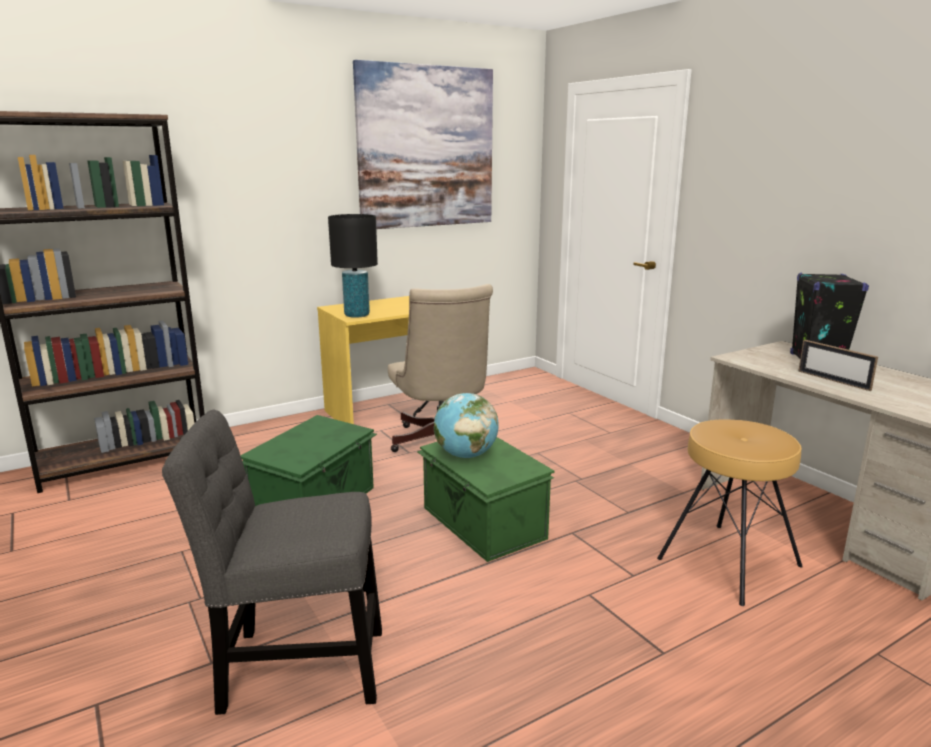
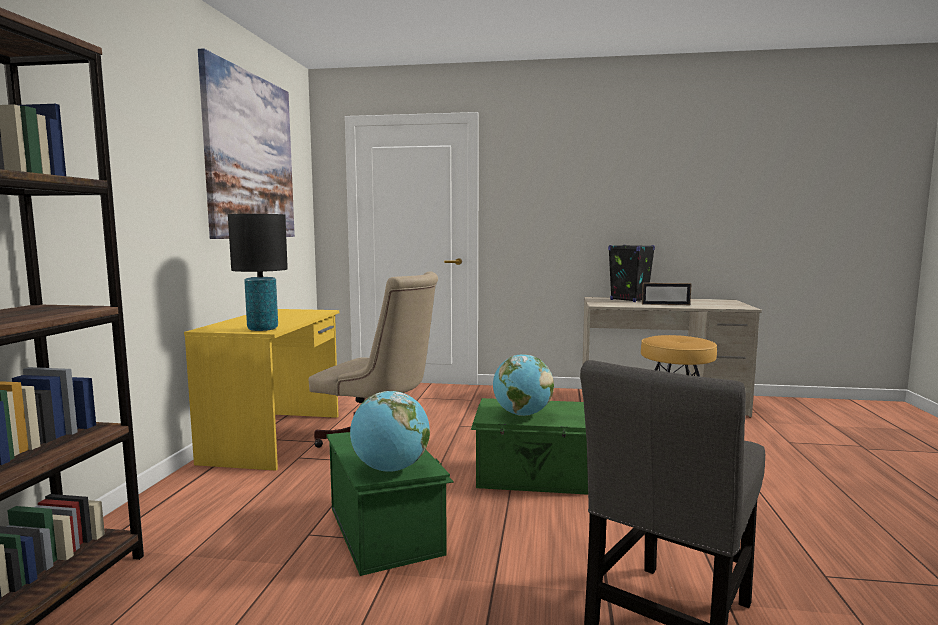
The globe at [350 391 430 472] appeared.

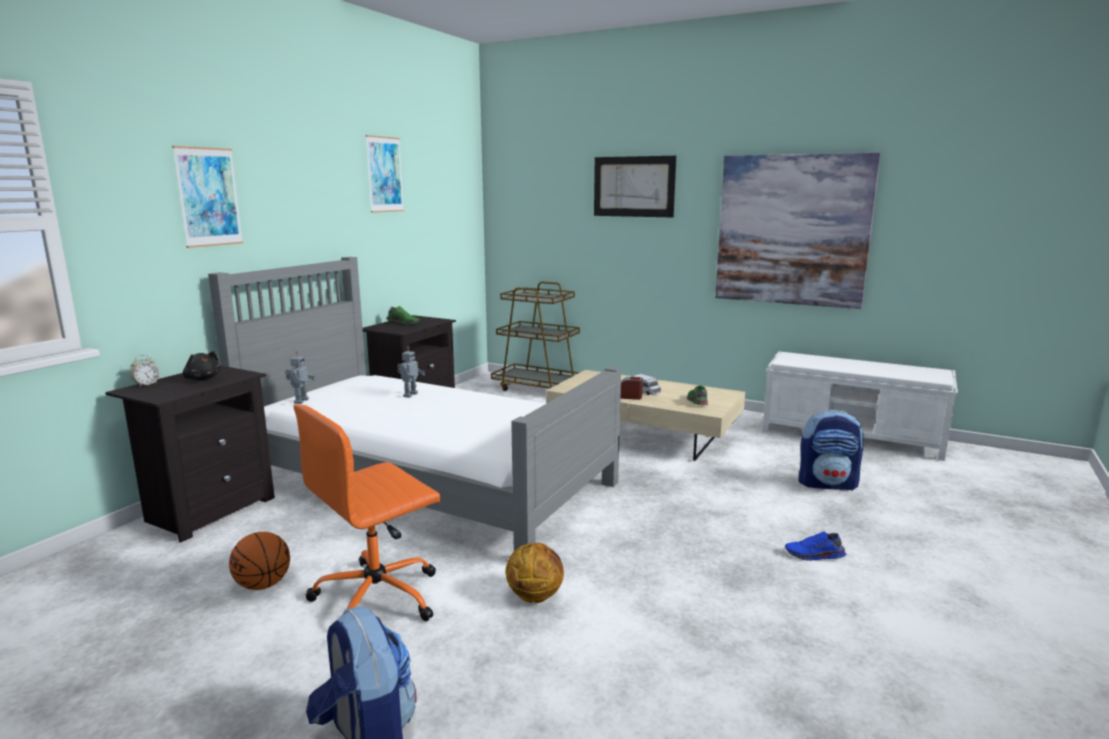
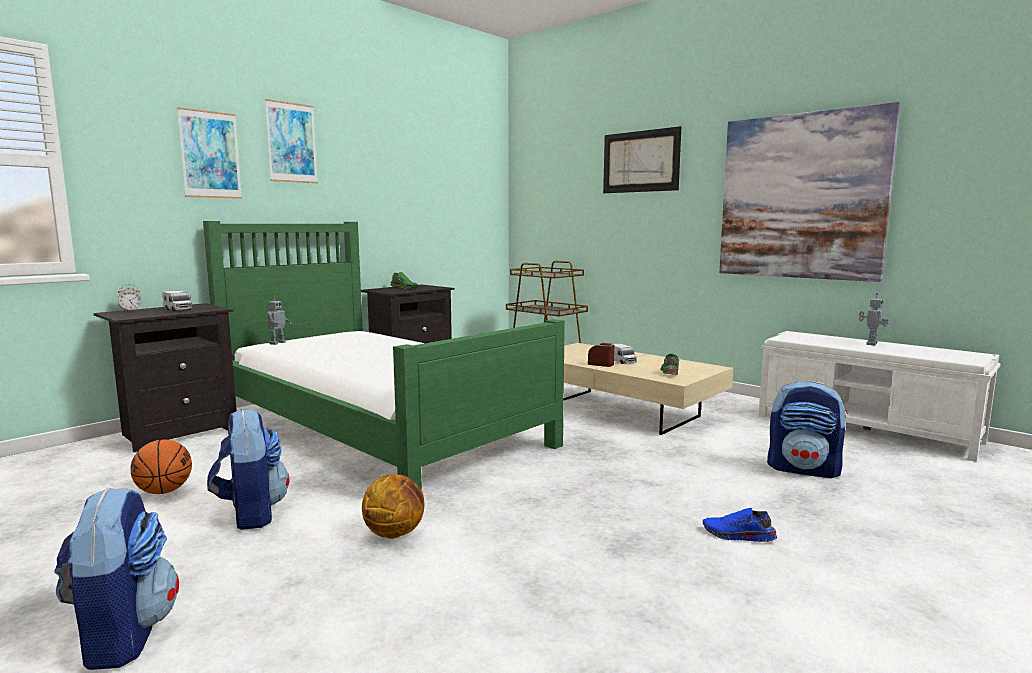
The picture moved from [366 135 404 213] to [265 99 318 183].
The toy robot moved from [397 346 425 398] to [859 293 889 346].
The black plush toy at [183 351 220 380] was replaced by the toy truck at [162 291 193 311].
The orange office chair at [294 404 441 621] was replaced by the backpack at [207 409 289 530].
The grey bed at [208 257 621 551] became the green bed at [203 221 565 490].

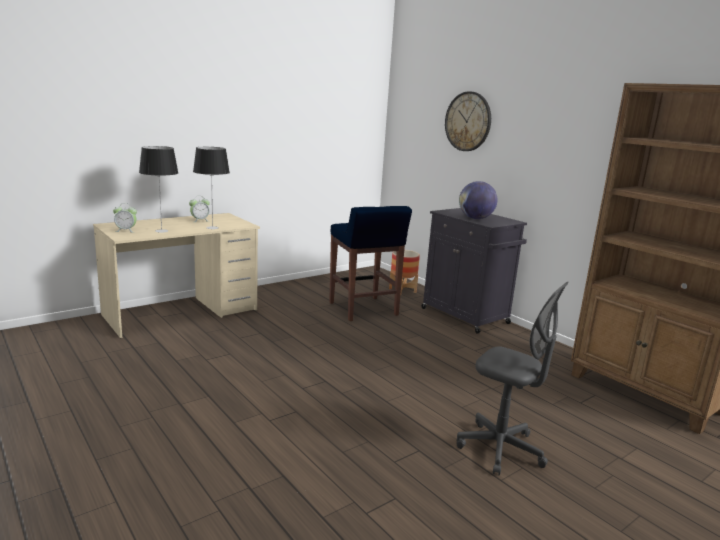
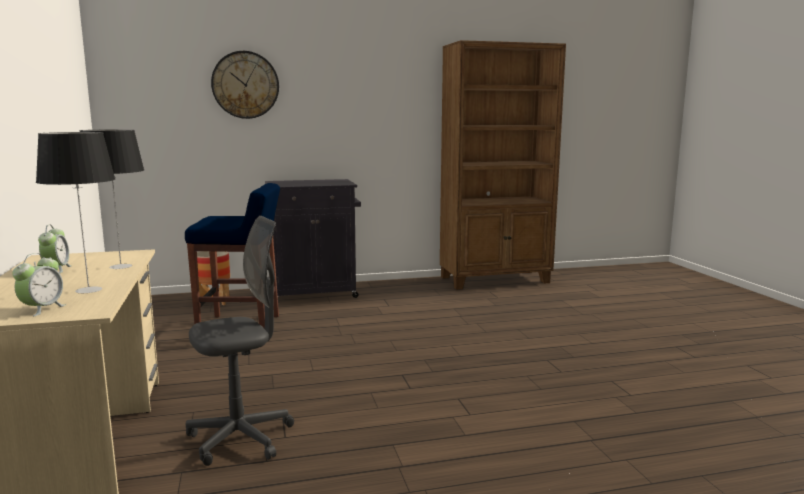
The globe at [459 181 498 219] disappeared.
The grey office chair moved from [457 282 568 476] to [186 216 294 466].

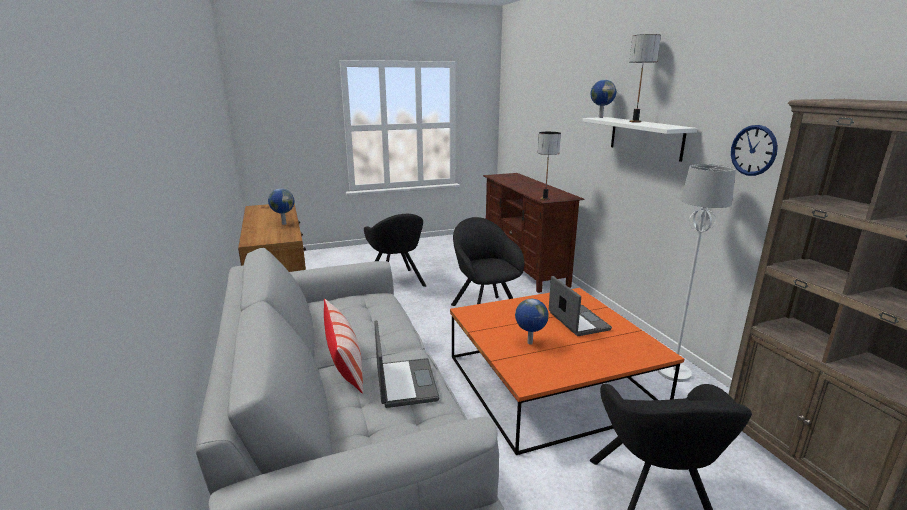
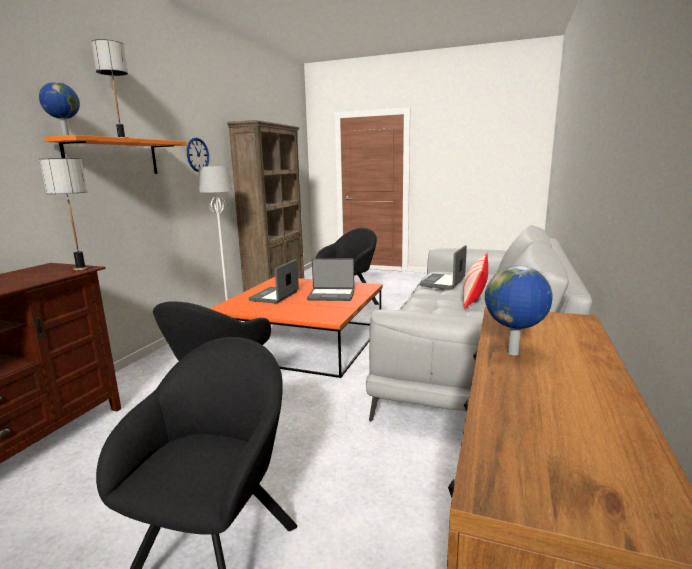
The globe at [515 299 548 345] was replaced by the laptop at [307 258 354 301].
The white shelf at [582 117 698 162] became the orange shelf at [44 135 187 174].

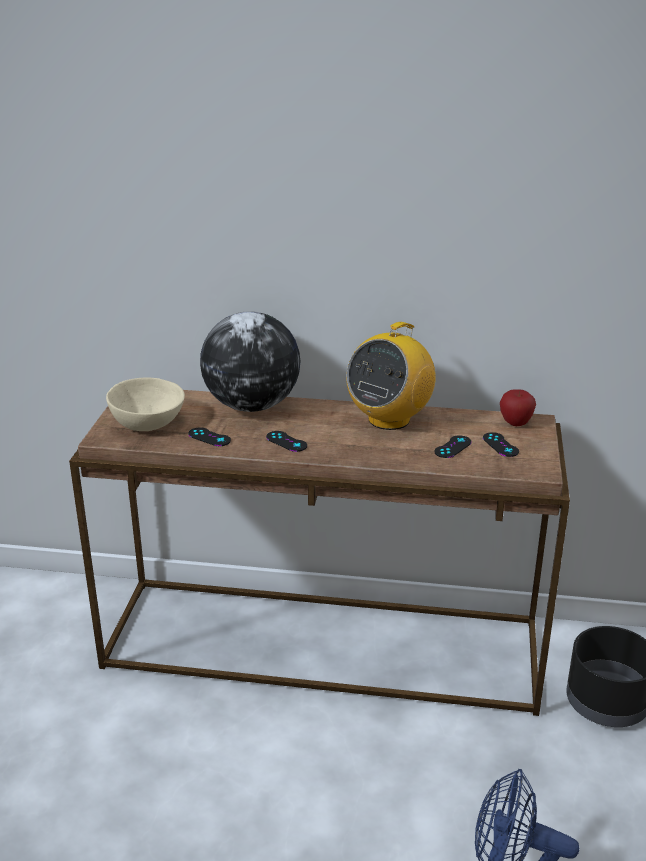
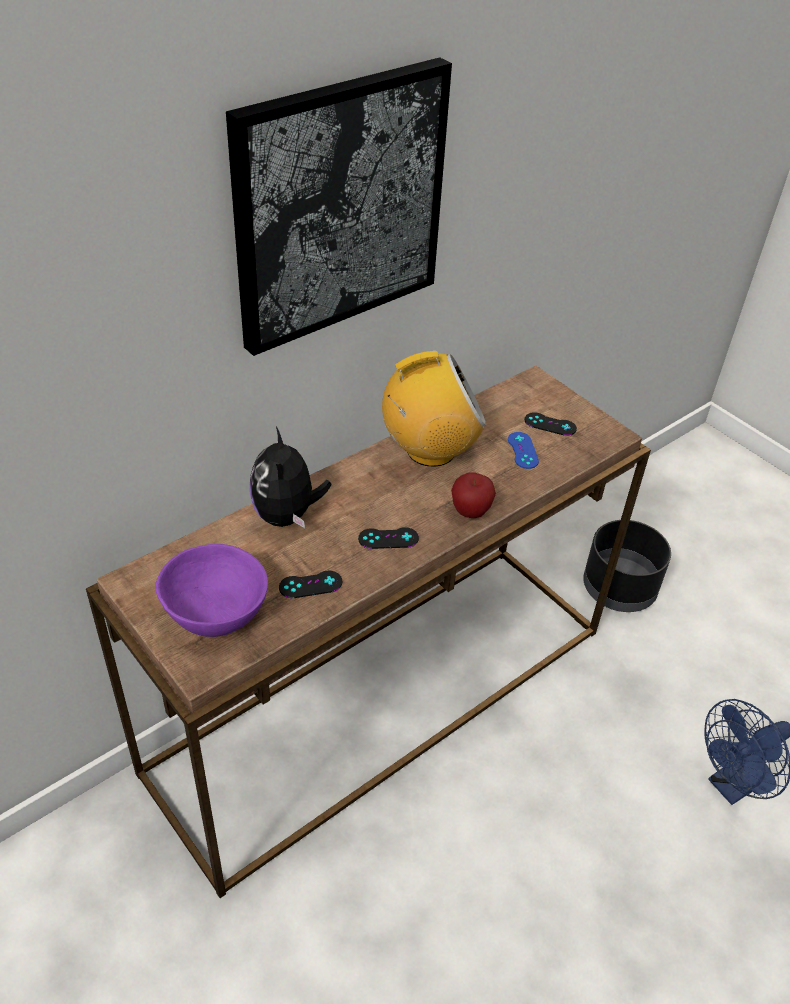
The picture at [226 57 452 356] appeared.
The apple moved from [500 389 536 426] to [451 472 496 518].
The globe at [200 311 300 412] was replaced by the plush toy at [249 427 332 528].
The beige bowl at [106 377 185 431] became the purple bowl at [156 544 268 637].
The black game controller at [434 435 472 458] became the blue game controller at [508 432 539 469].
The radio at [346 322 436 430] turned 90 degrees counterclockwise.

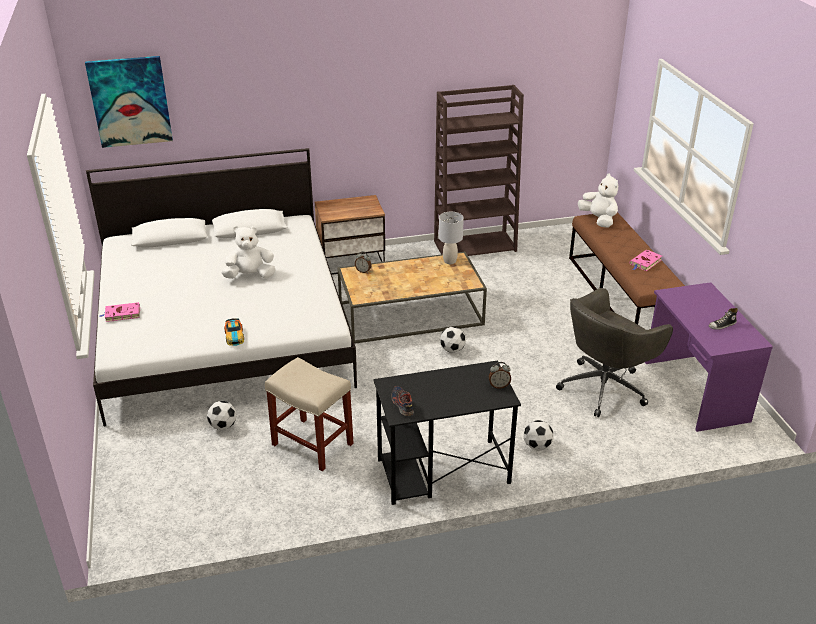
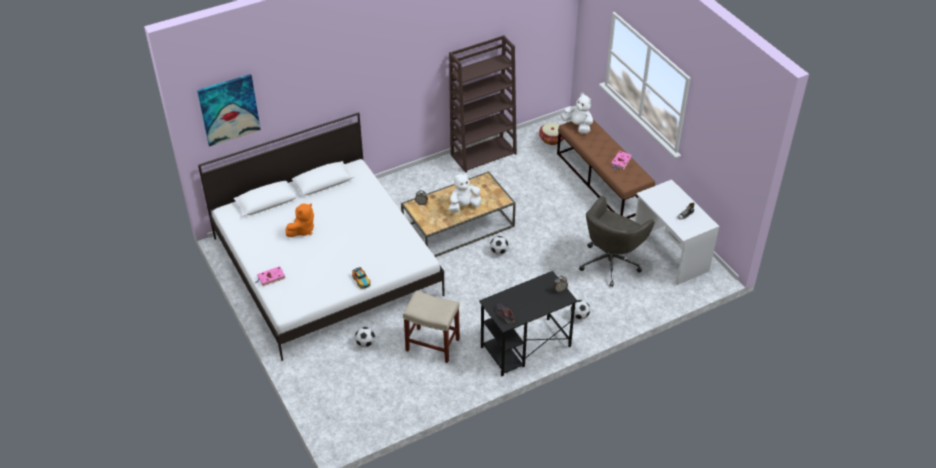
The nightstand at [315 195 385 275] disappeared.
The grey table lamp at [439 212 464 264] disappeared.
The orange plush toy at [286 203 314 237] appeared.
The basket at [539 122 564 145] appeared.
The white plush toy moved from [221 226 276 279] to [449 173 482 212].
The purple desk at [645 282 773 432] became the white desk at [635 180 719 285].

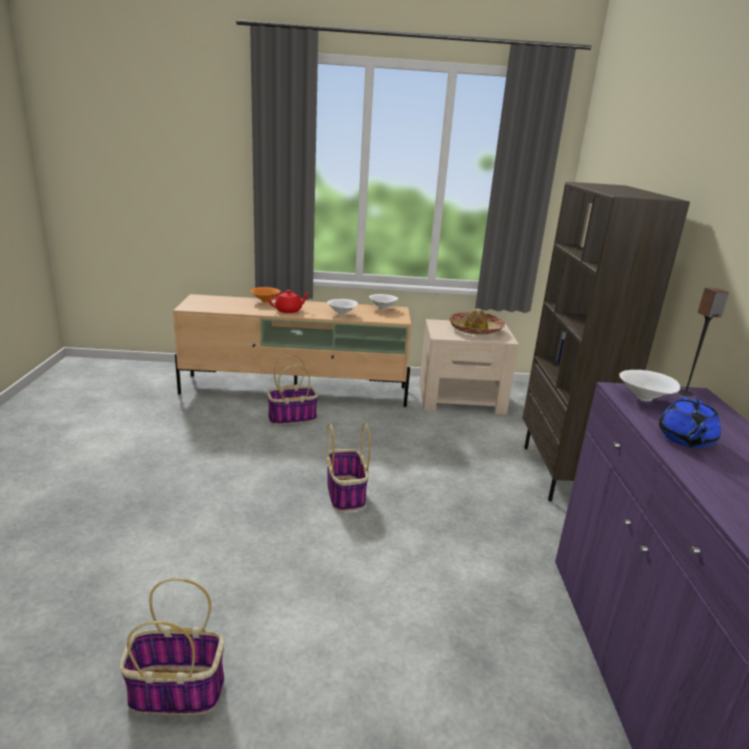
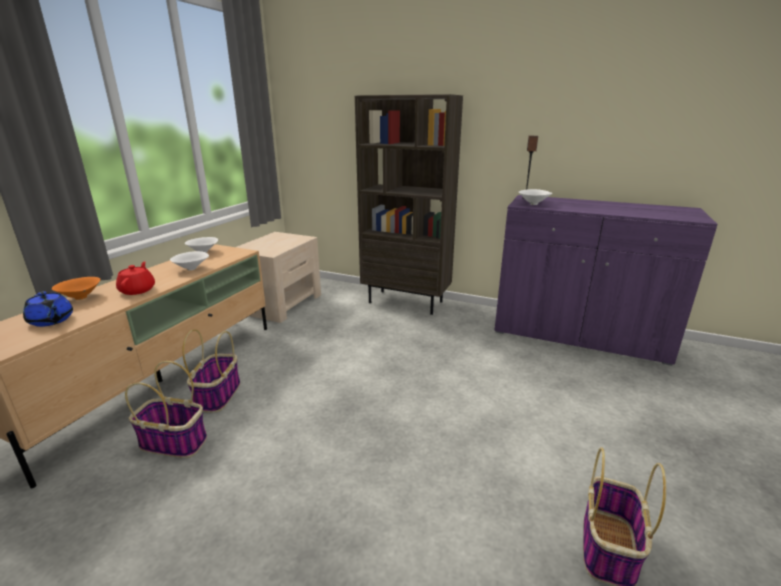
The hat at [449 309 505 335] disappeared.
The basket moved from [327 422 371 512] to [125 361 207 458].
The blue teapot moved from [659 397 721 448] to [23 291 73 327].

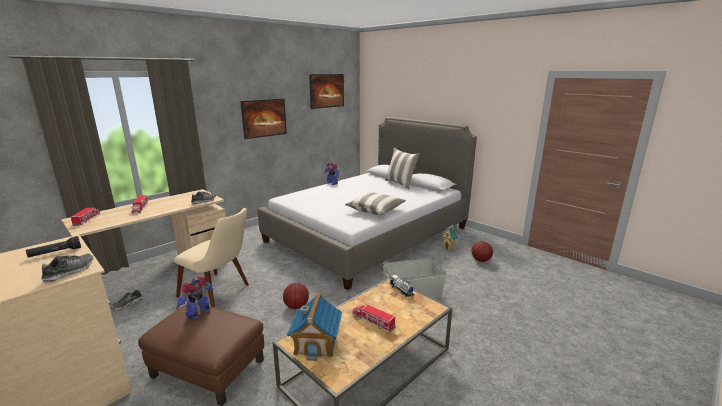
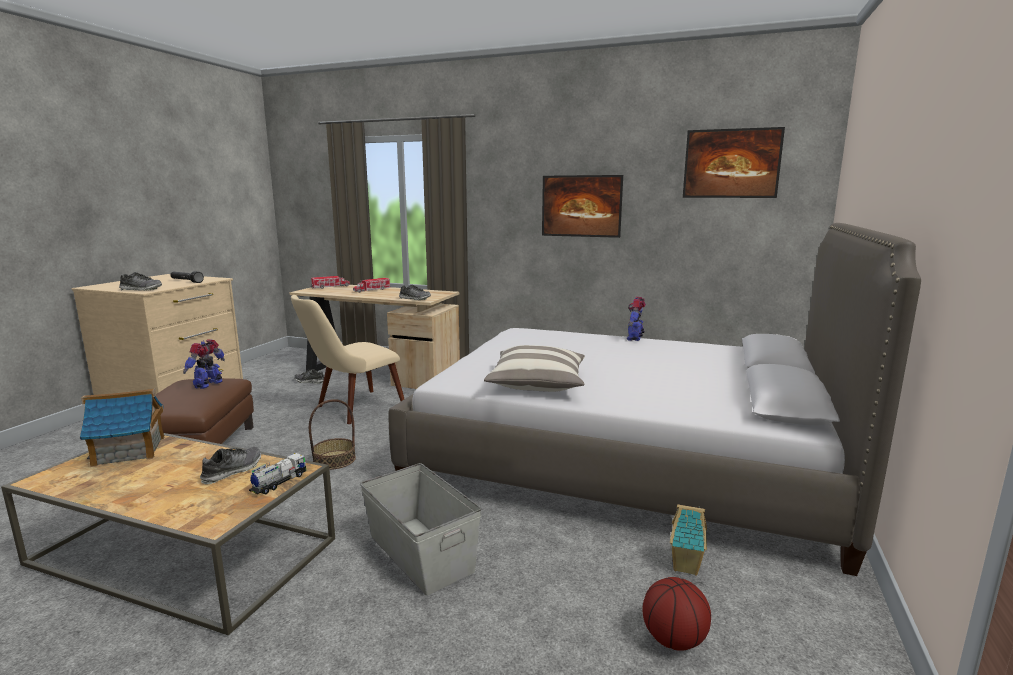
The toy truck at [352 304 396 332] disappeared.
The pillow at [384 148 420 189] disappeared.
The shoe at [200 447 261 484] appeared.
The basketball at [283 283 309 309] was replaced by the basket at [309 399 356 470].
The beige chair at [174 208 249 308] turned 45 degrees clockwise.
The toy robot at [176 276 213 320] turned 75 degrees counterclockwise.

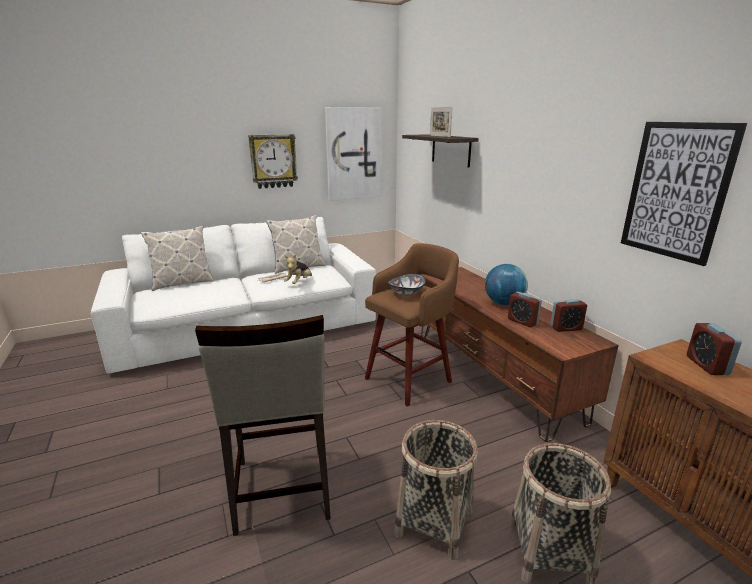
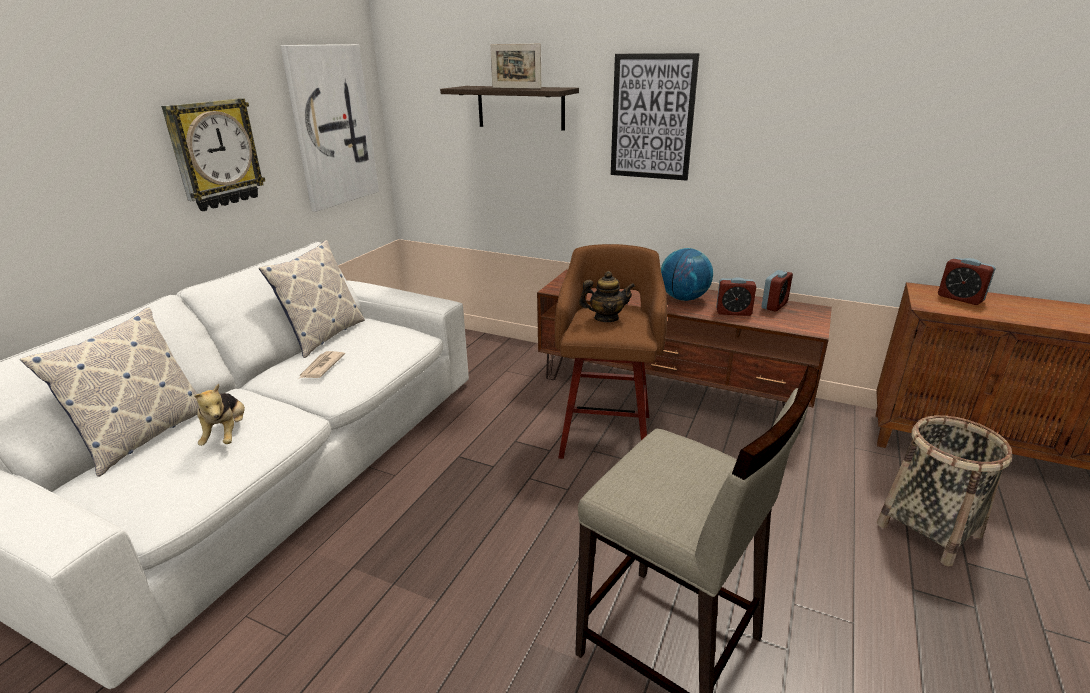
The basket at [394 420 478 560] disappeared.
The plush toy moved from [284 255 312 284] to [194 383 245 446].
The picture moved from [621 122 747 266] to [611 53 700 181].
The bowl at [388 274 426 296] was replaced by the teapot at [579 271 635 322].

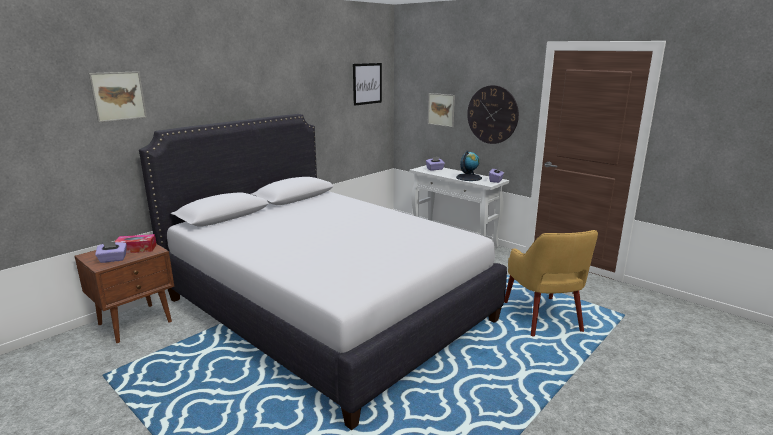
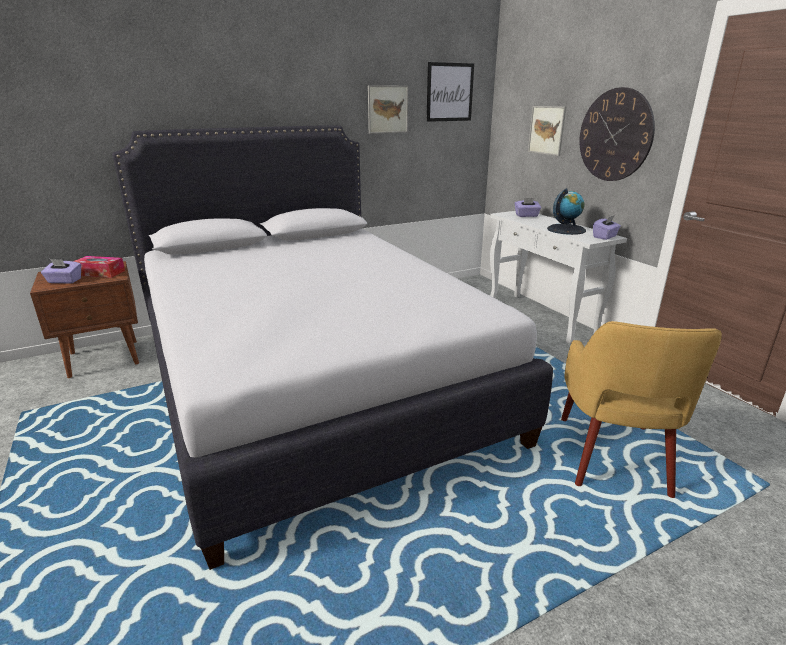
The picture moved from [89 71 147 122] to [368 85 408 134].

